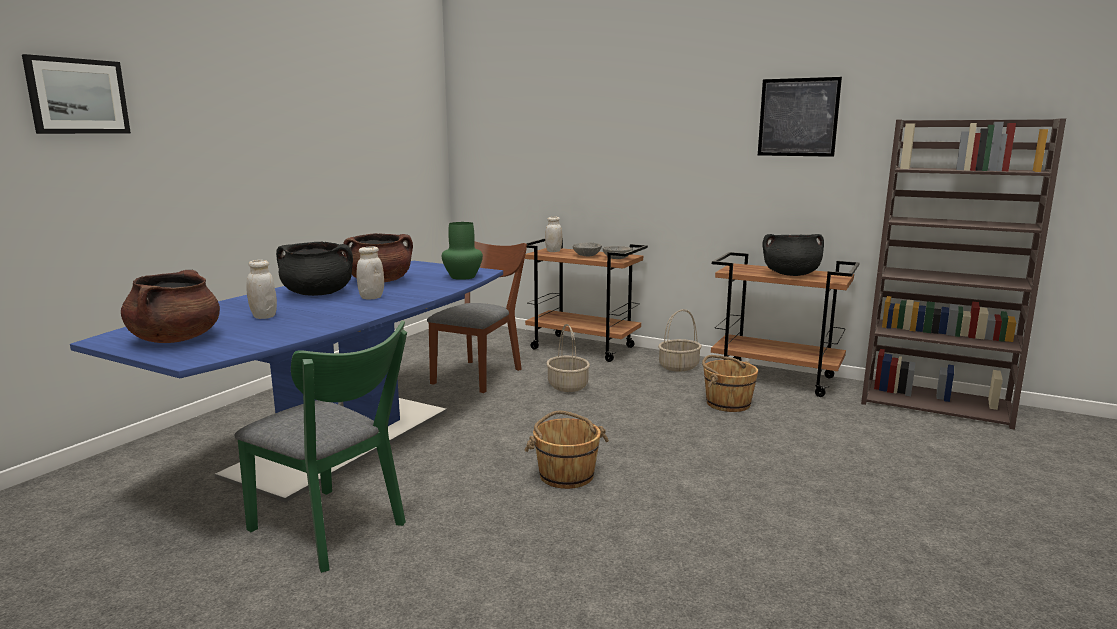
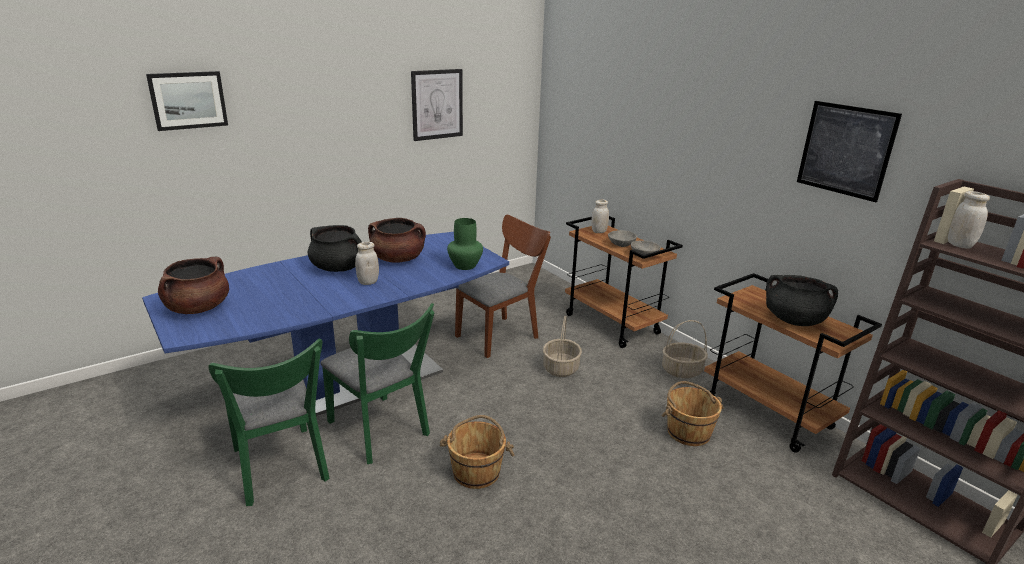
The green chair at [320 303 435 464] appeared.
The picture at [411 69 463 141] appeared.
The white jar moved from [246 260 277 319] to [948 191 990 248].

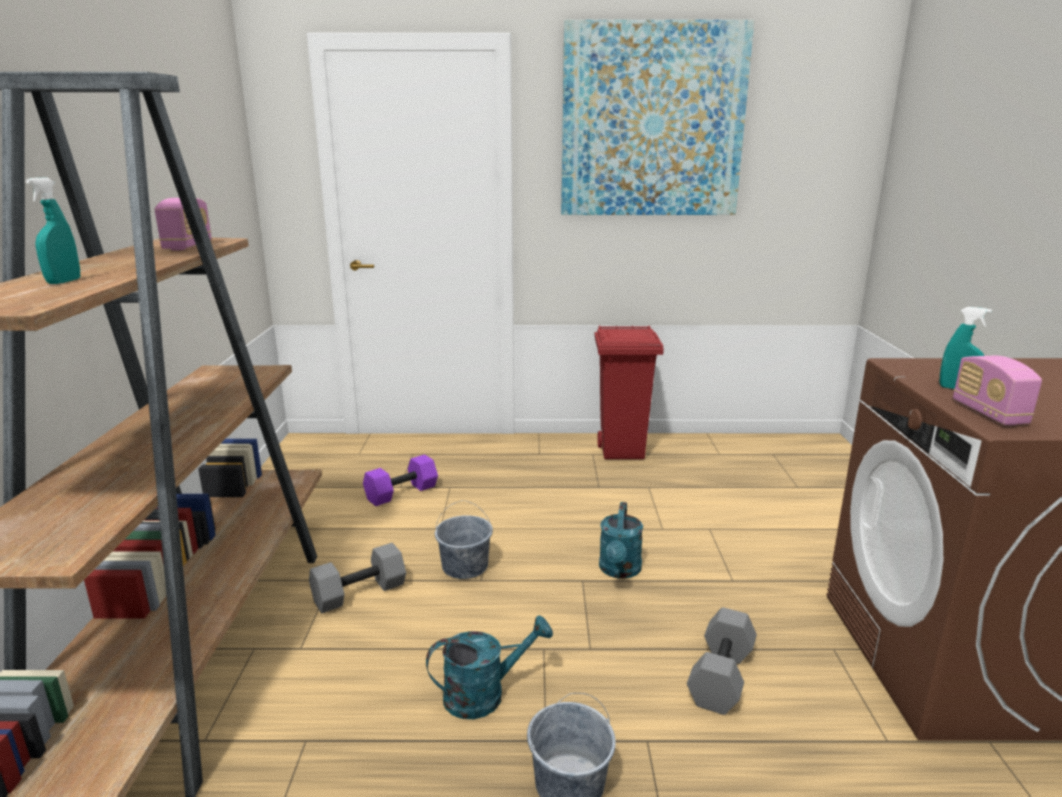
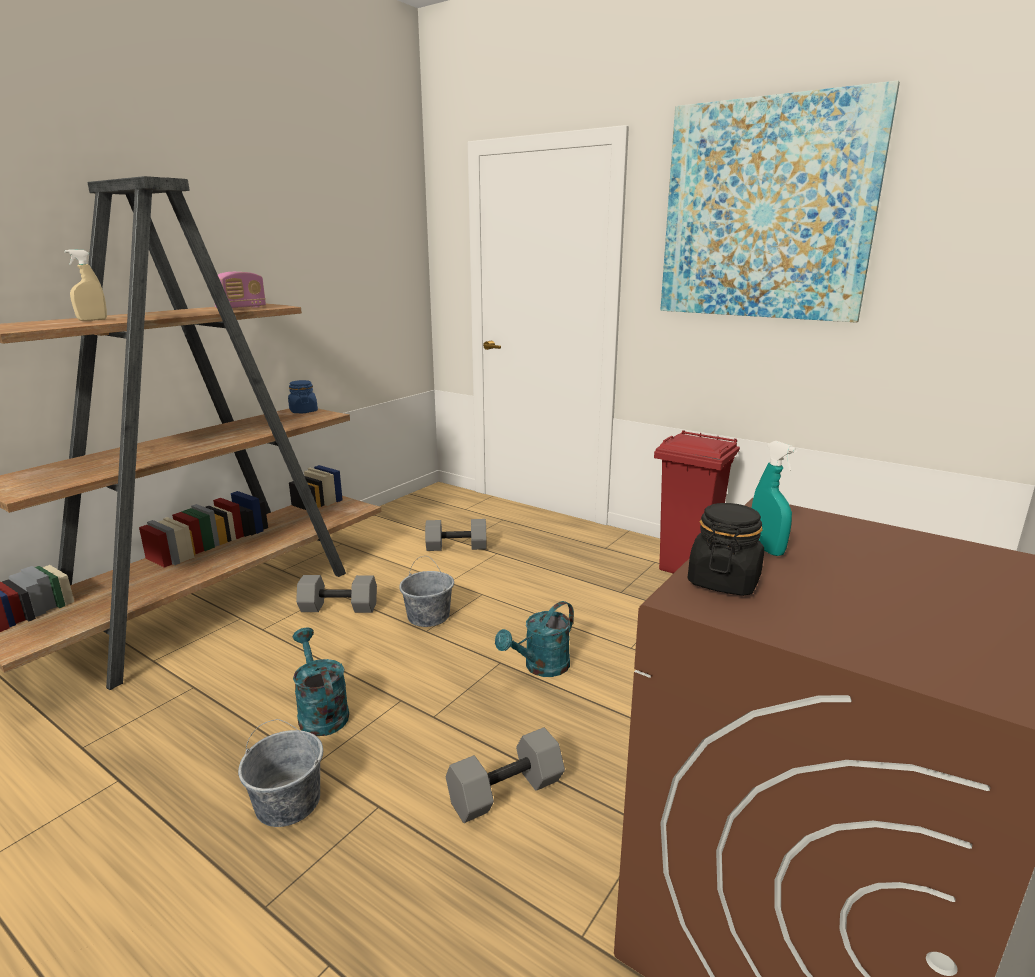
The blue jar at [288 380 318 413] appeared.
The radio at [953 356 1042 425] was replaced by the black jar at [688 503 764 596].
The turquoise spray bottle at [25 178 80 284] became the beige spray bottle at [64 249 107 321].
The purple dumbbell at [363 454 438 506] became the grey dumbbell at [425 519 487 551].
The turquoise watering can at [426 615 553 719] turned 135 degrees counterclockwise.

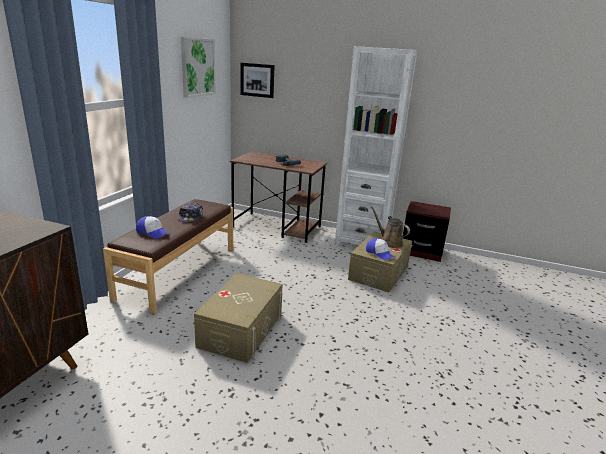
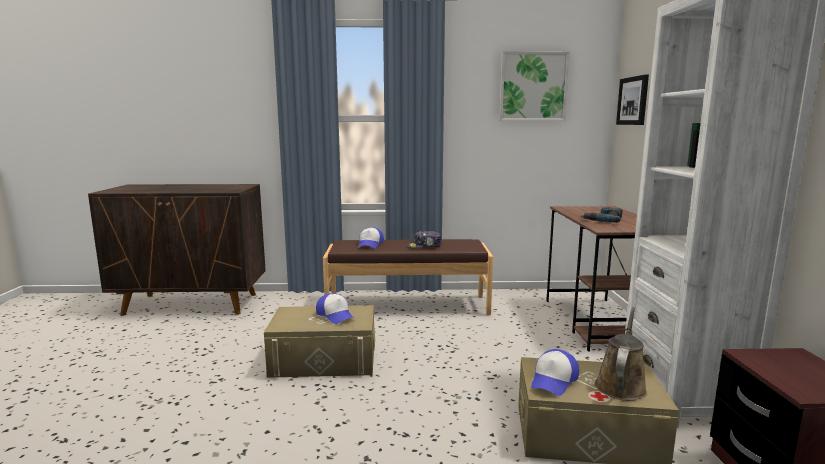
The cap at [316 293 355 324] appeared.

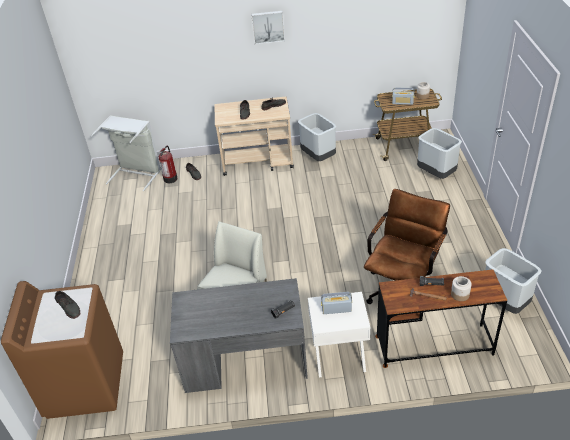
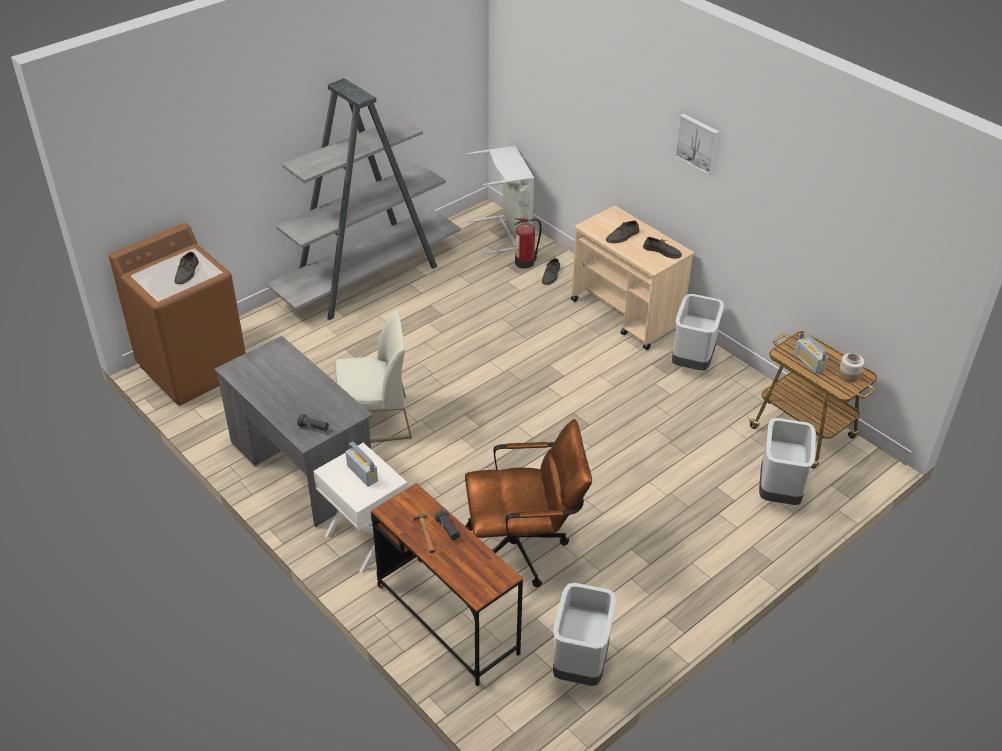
The jar at [451 276 472 301] disappeared.
The grey bookcase at [267 78 461 320] appeared.

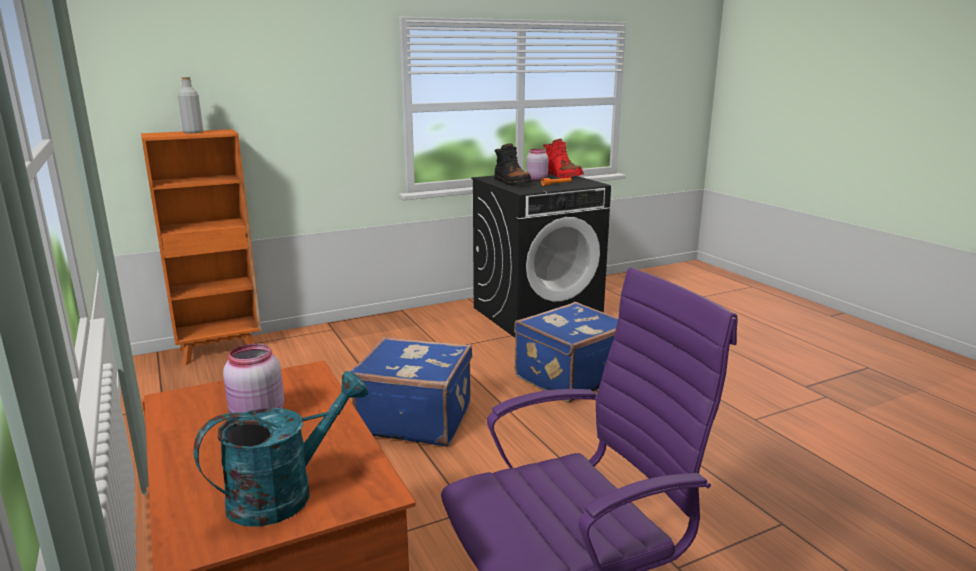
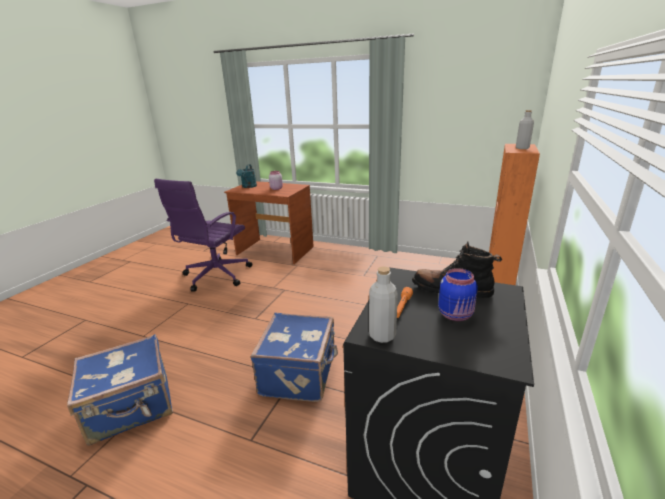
The red boot at [543 139 584 178] disappeared.
The grey bottle at [369 266 398 343] appeared.
The blue suitcase moved from [350 337 472 446] to [67 334 173 446].
The pink jar at [526 149 548 181] became the blue jar at [438 268 478 321].

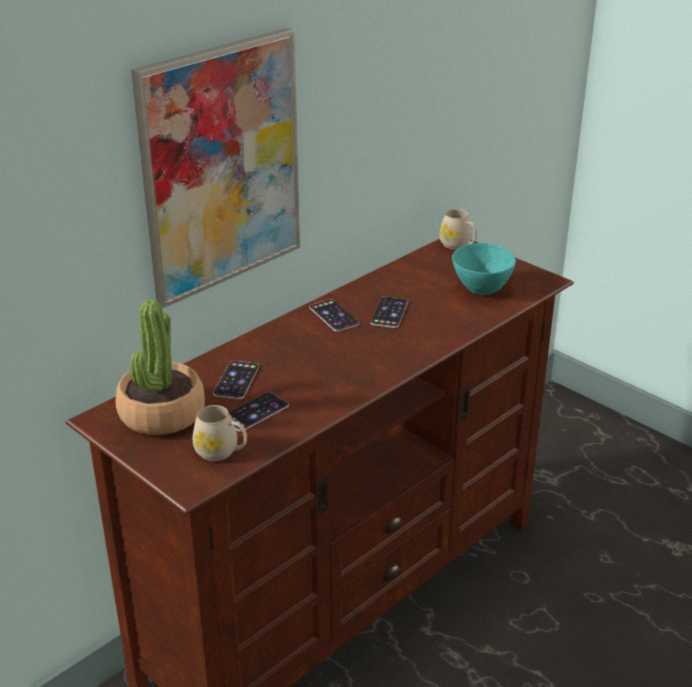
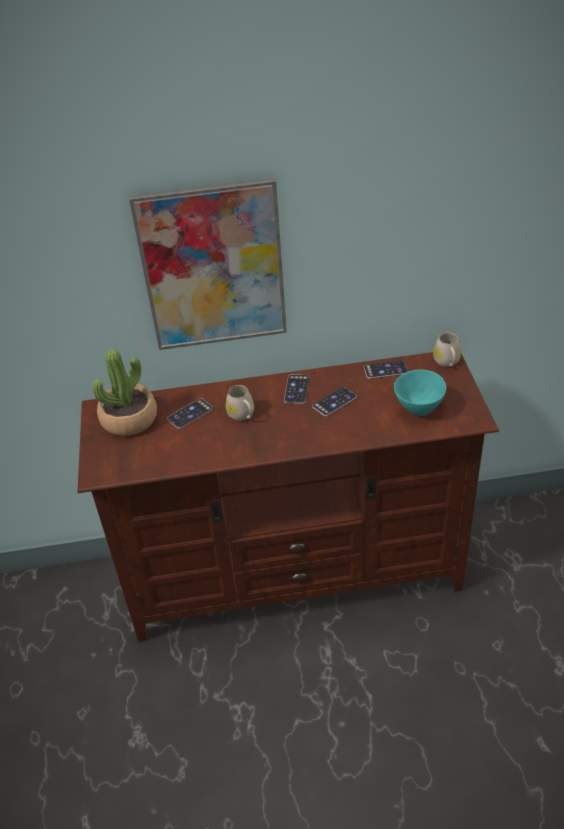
The white mug moved from [193 405 247 461] to [226 385 254 421].
The phone moved from [229 392 289 432] to [364 360 408 379].

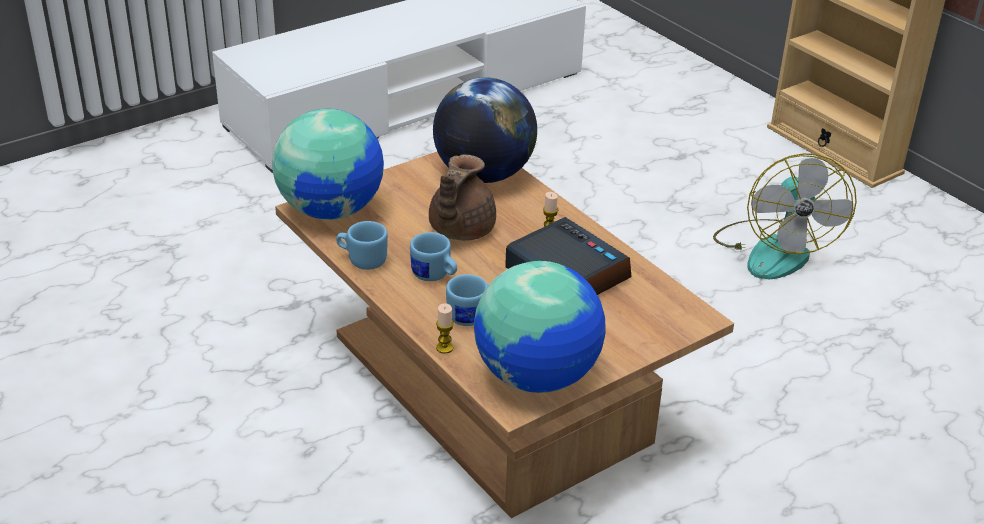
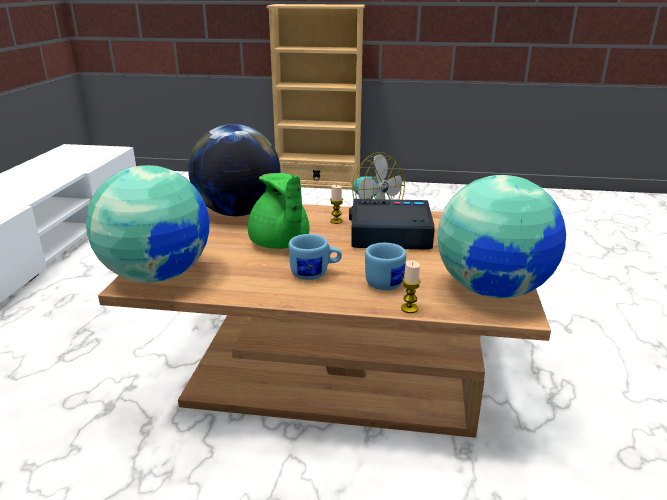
The blue mug at [336 221 388 270] disappeared.
The brown teapot at [429 154 496 240] became the green teapot at [248 173 309 249].

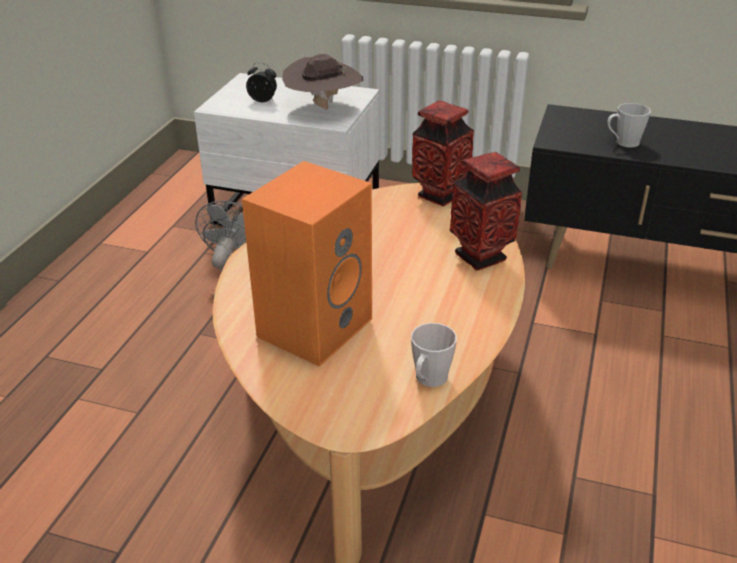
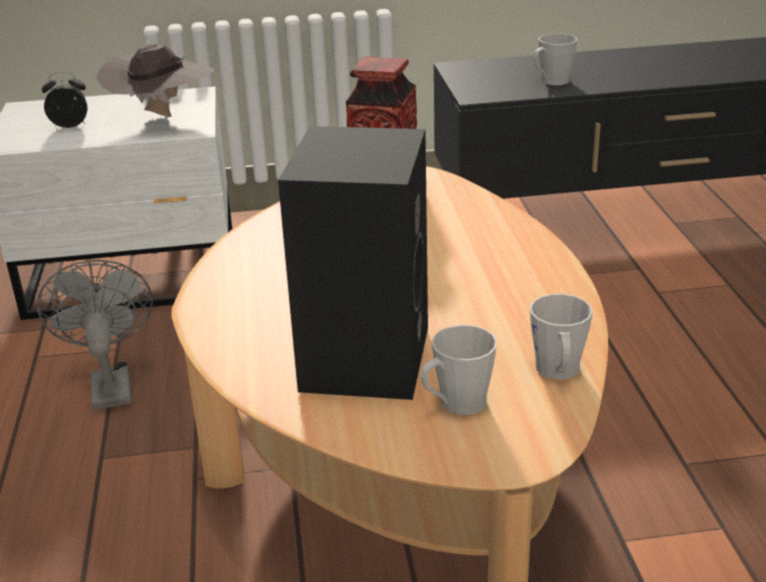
The vase at [450 152 522 271] disappeared.
The grey mug at [421 325 497 415] appeared.
The orange speaker at [242 161 372 367] became the black speaker at [278 126 428 400].

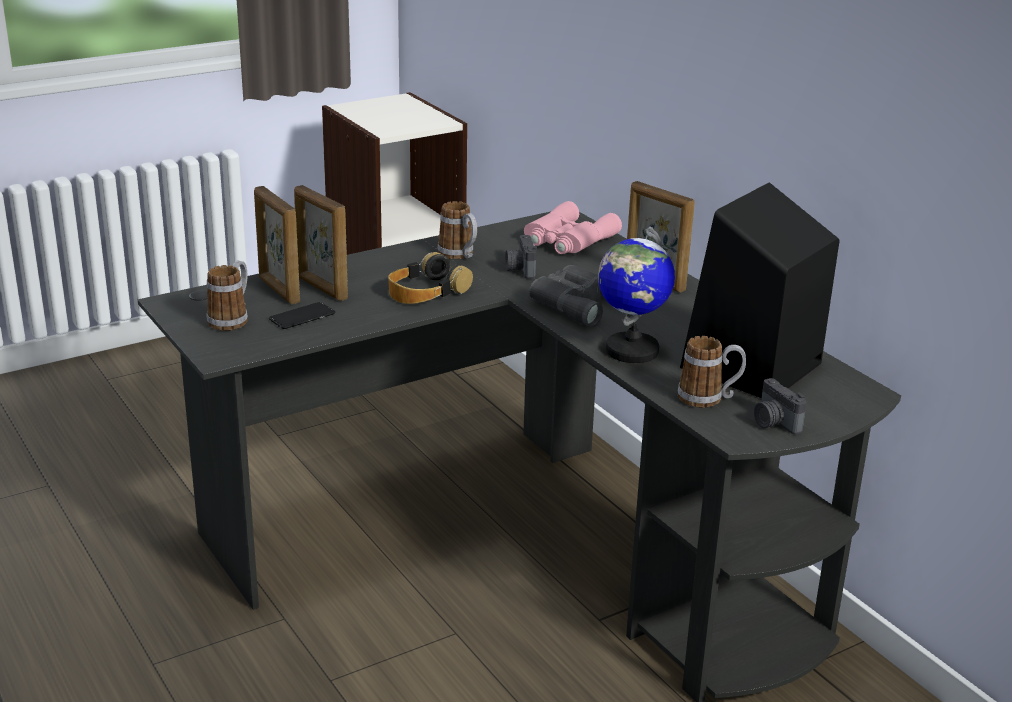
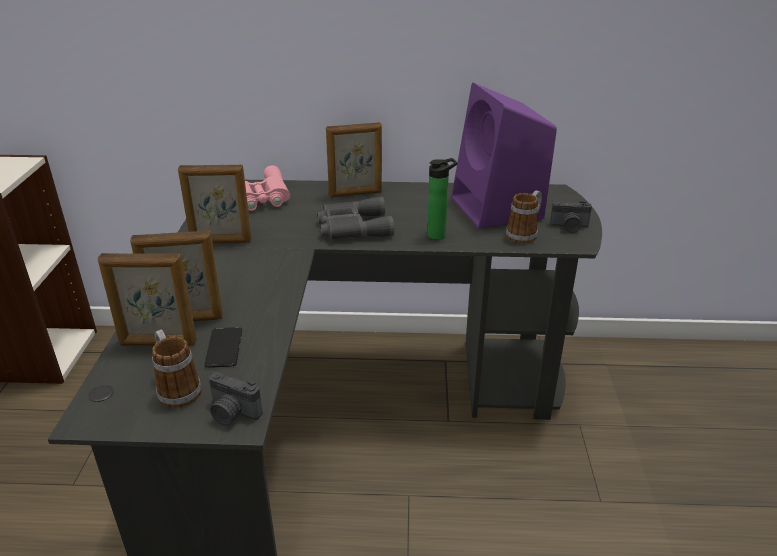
The headphones at [388 252 473 304] disappeared.
The photo camera moved from [505 235 537 279] to [209 372 263 426].
The mug at [437 201 477 259] was replaced by the picture frame at [178 165 251 243].
The globe at [598 226 675 363] was replaced by the bottle at [427 158 457 240].
The black speaker at [680 182 840 398] became the purple speaker at [451 83 557 229].

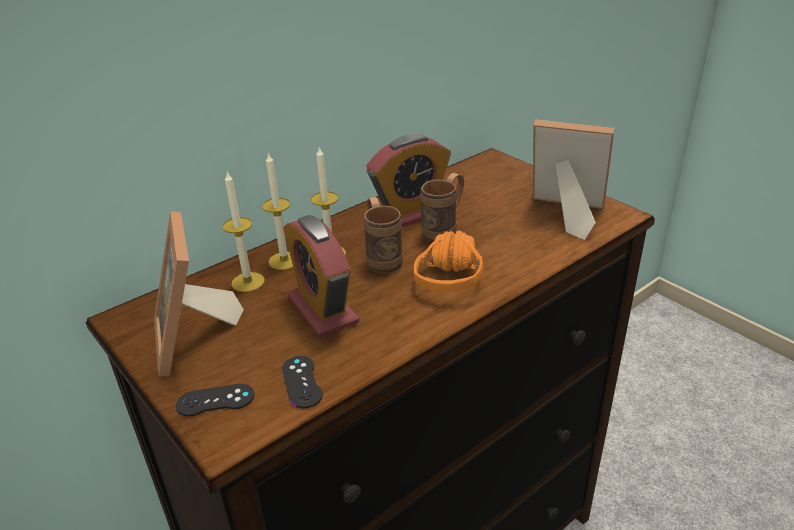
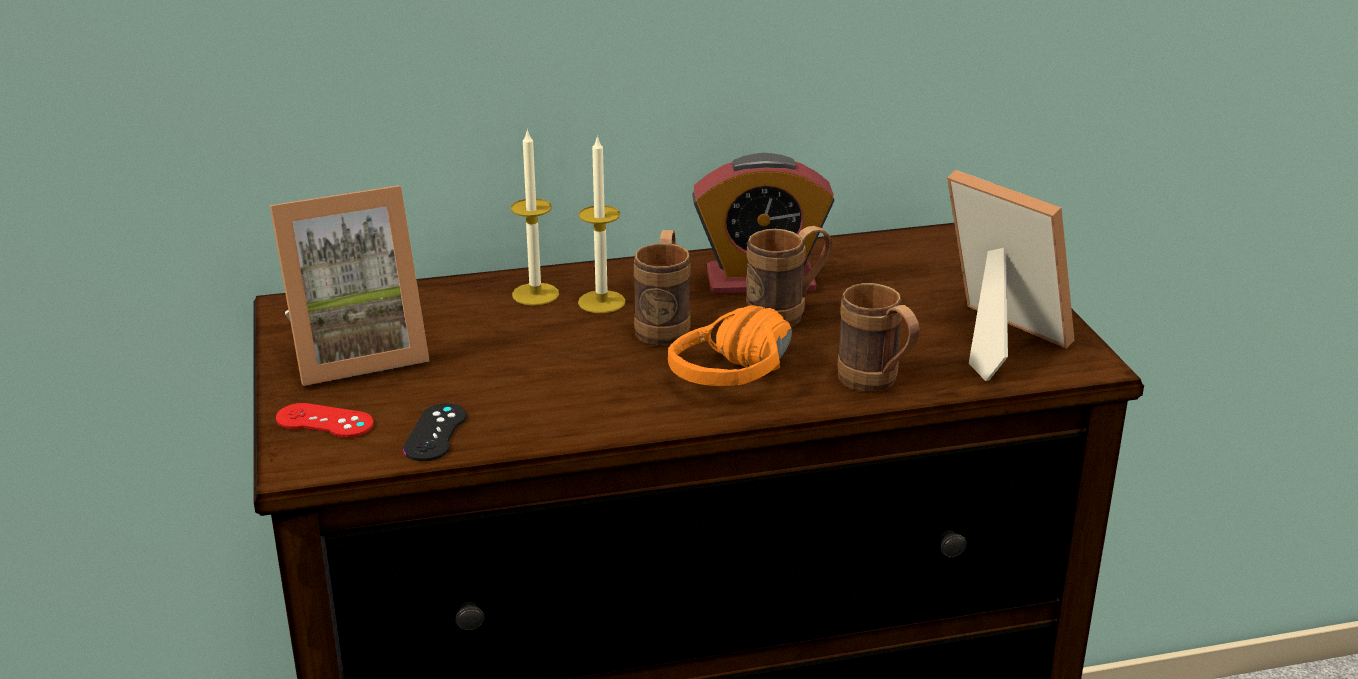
The candle at [222 172 265 292] disappeared.
The alarm clock at [284 215 359 337] disappeared.
The brown mug at [837 283 920 392] appeared.
The black game controller at [176 384 255 416] became the red game controller at [276 403 374 438].
The picture frame at [154 211 244 376] turned 120 degrees counterclockwise.

